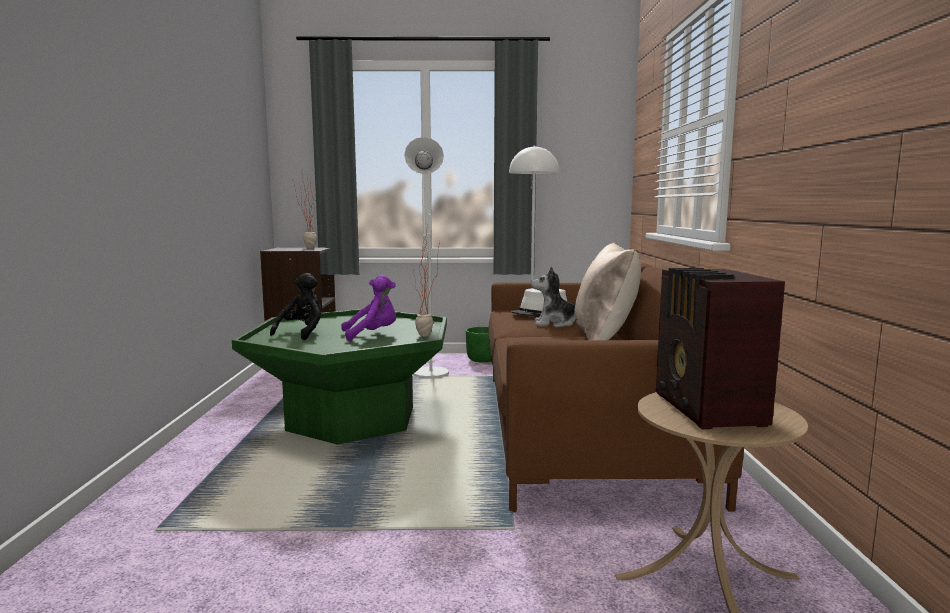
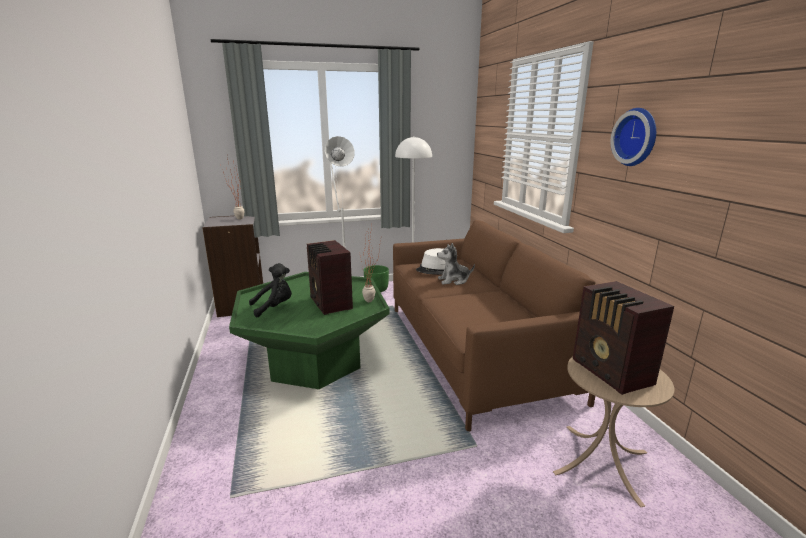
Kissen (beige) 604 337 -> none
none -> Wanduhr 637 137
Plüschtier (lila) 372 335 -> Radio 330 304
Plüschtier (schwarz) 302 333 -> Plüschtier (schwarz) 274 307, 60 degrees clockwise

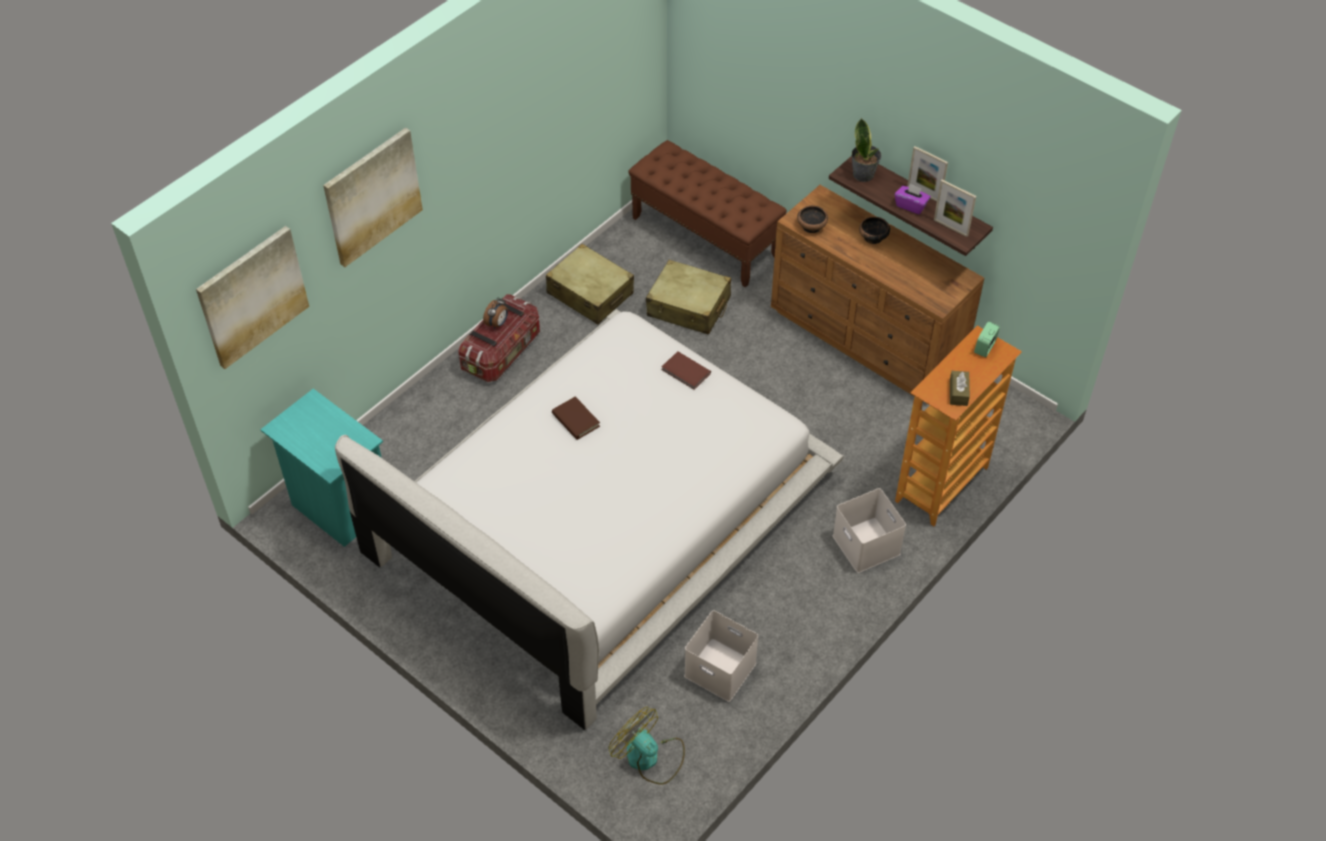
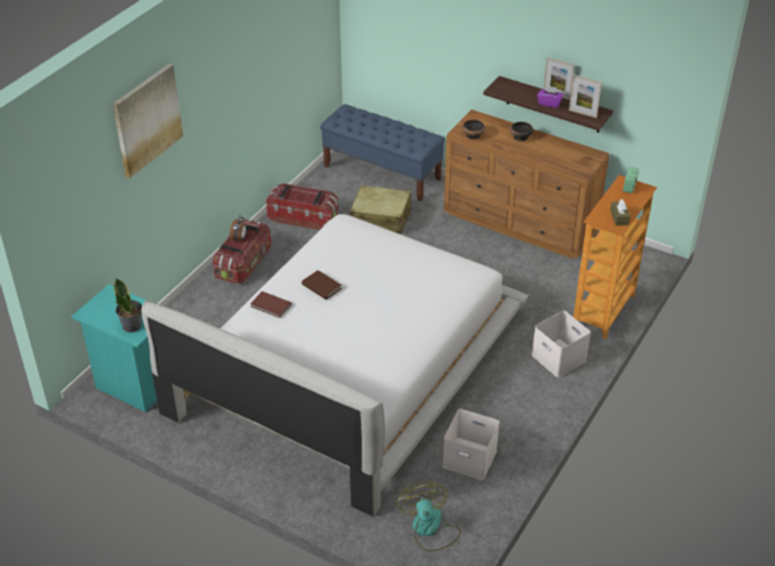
Bild 252 296 -> none
Buch (braun) 685 372 -> Buch (braun) 270 306, move
Topfpflanze 863 174 -> Topfpflanze 132 326, move
Koffer (beige) 590 293 -> Aufbewahrungsbox 303 218
Bank (braun) 705 237 -> Bank (blau) 382 173
Ventilator 649 757 -> Ventilator 429 529, 45 degrees clockwise

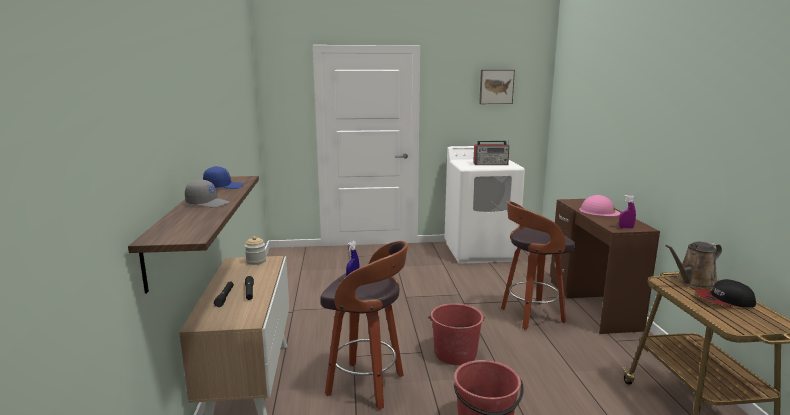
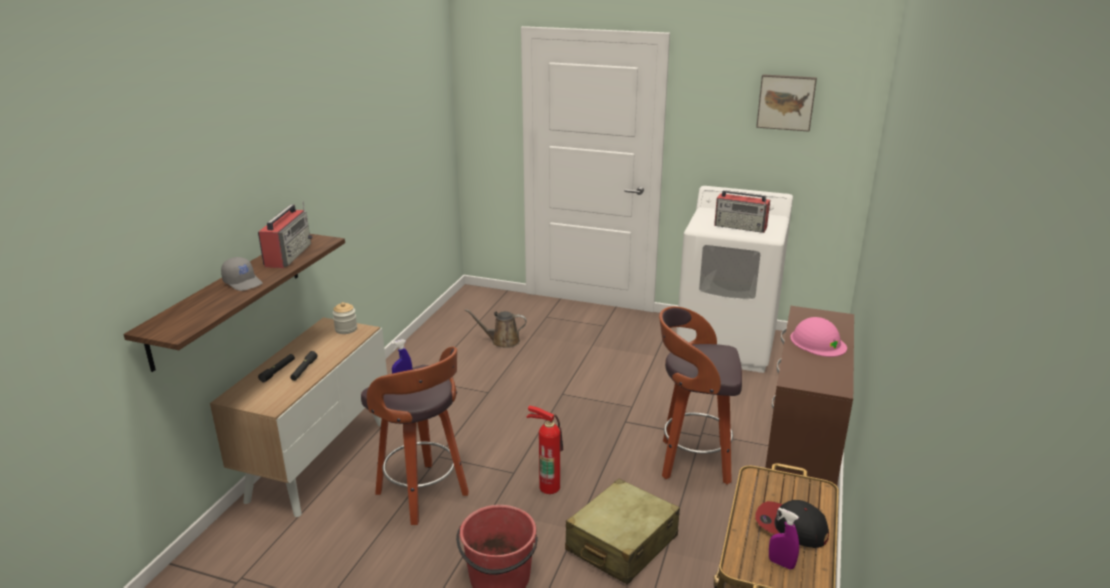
none -> Koffer (beige) 621 544
Sprühflasche (lila) 626 228 -> Sprühflasche (lila) 781 563, move
Gießkanne (braun) 693 282 -> Gießkanne (braun) 502 341, move
Kappe (blau) 224 187 -> Radio 288 255
Eimer (rot) 455 353 -> Feuerlöscher 549 485

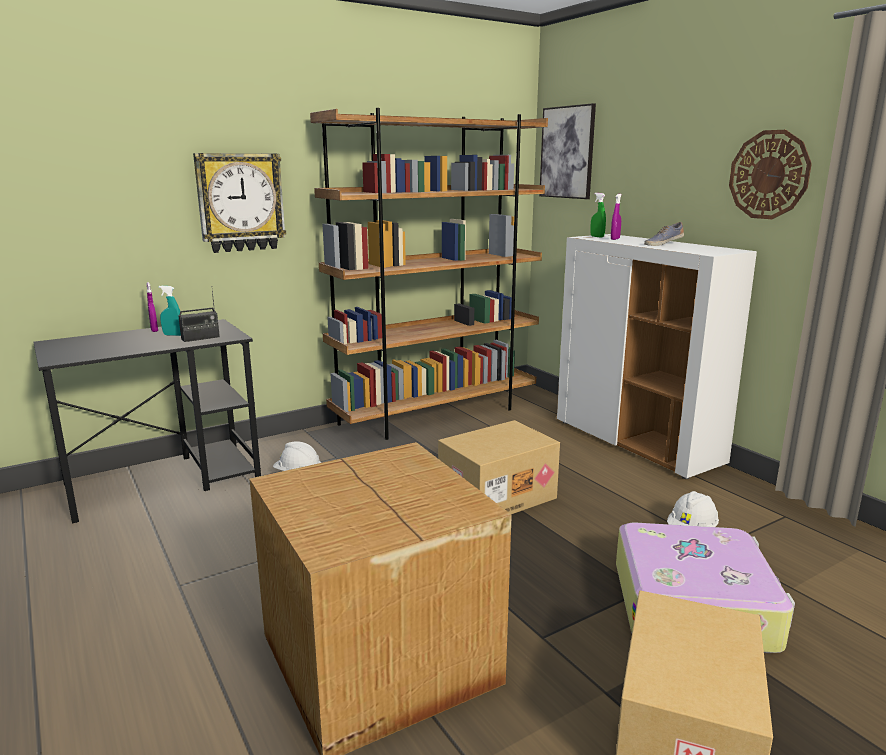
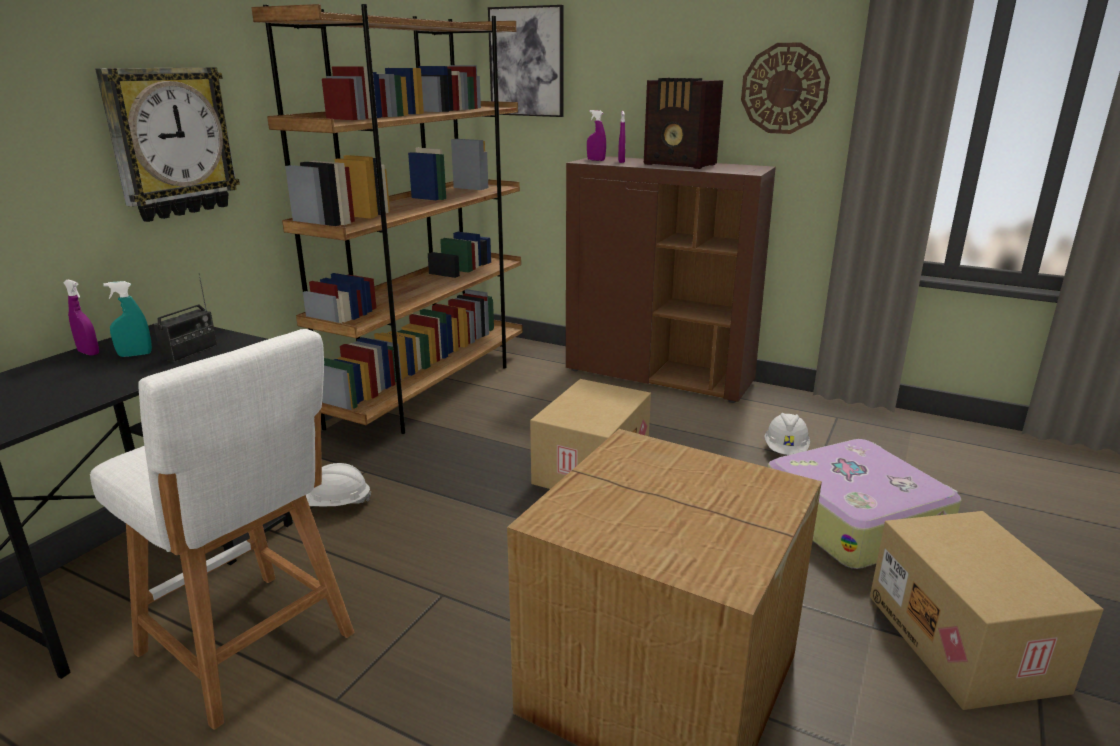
none -> Hocker (weiß) 252 648
Schuh 663 244 -> Radio 680 164
Schrank (weiß) 637 443 -> Schrank (braun) 659 376
Sprühflasche (grün) 597 236 -> Sprühflasche (lila) 596 160

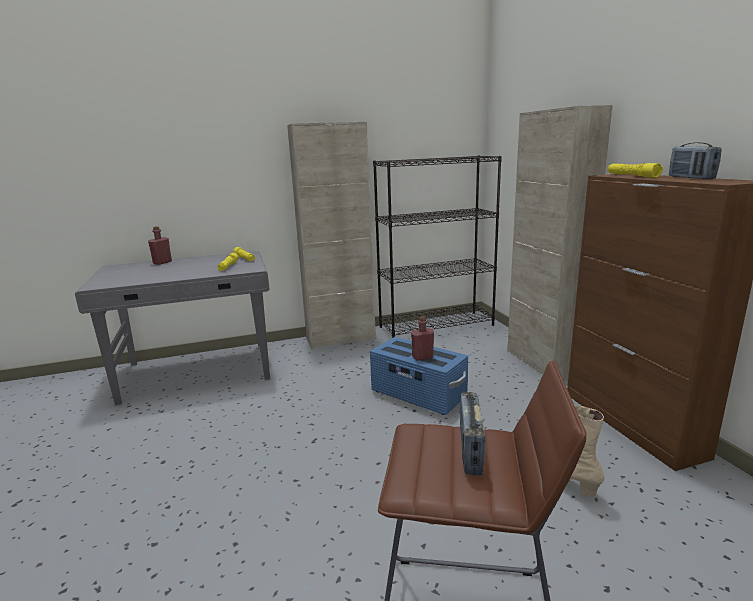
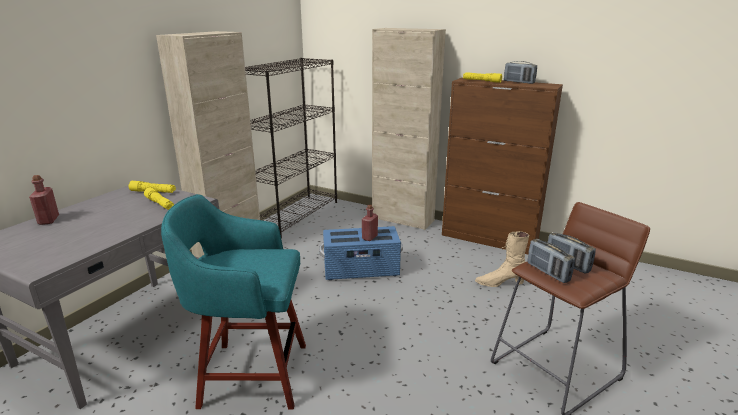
none -> Hocker (türkis) 251 374
none -> Radio 548 272

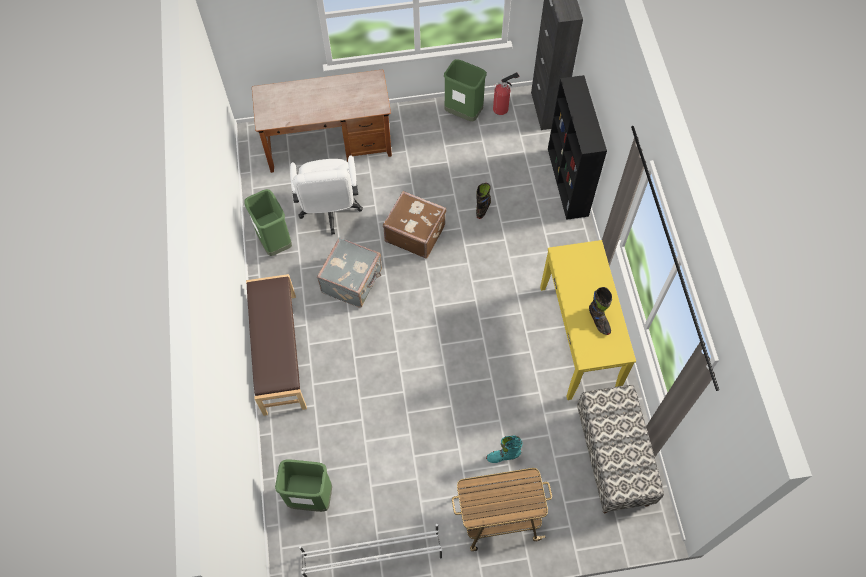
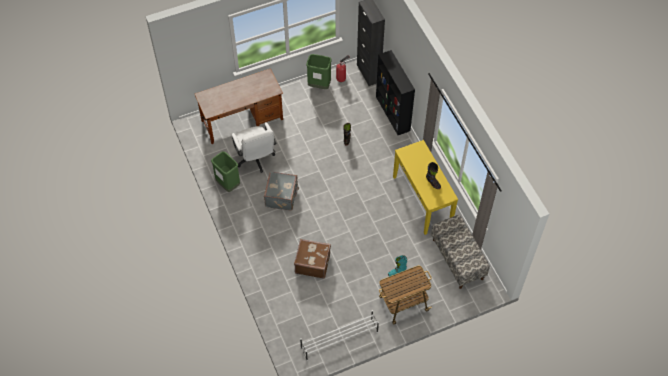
Bank (braun) 279 353 -> none
Mülleimer (grün) 310 497 -> none
Koffer (braun) 415 233 -> Koffer (braun) 312 263, move

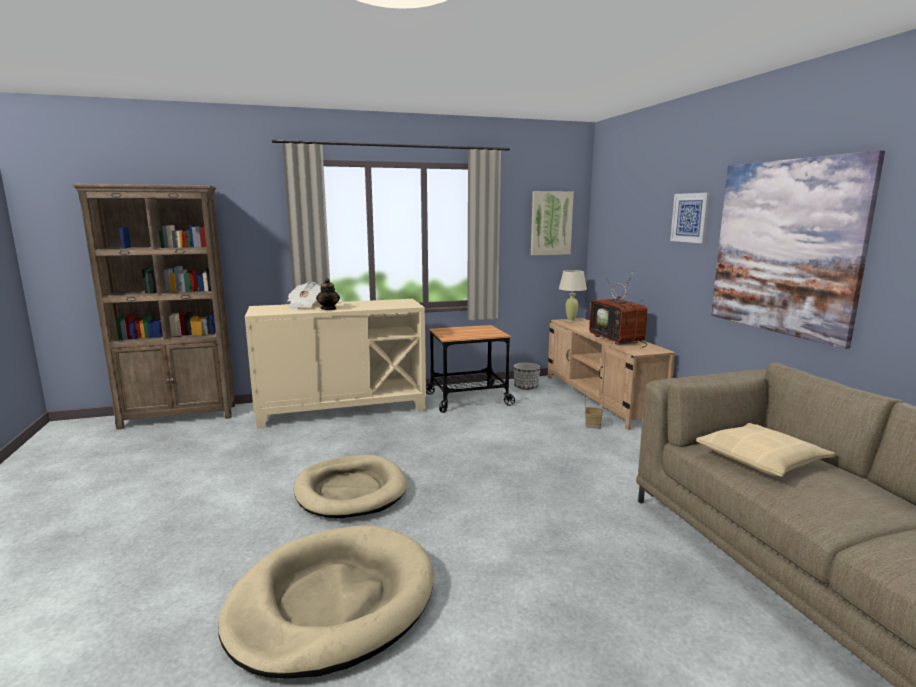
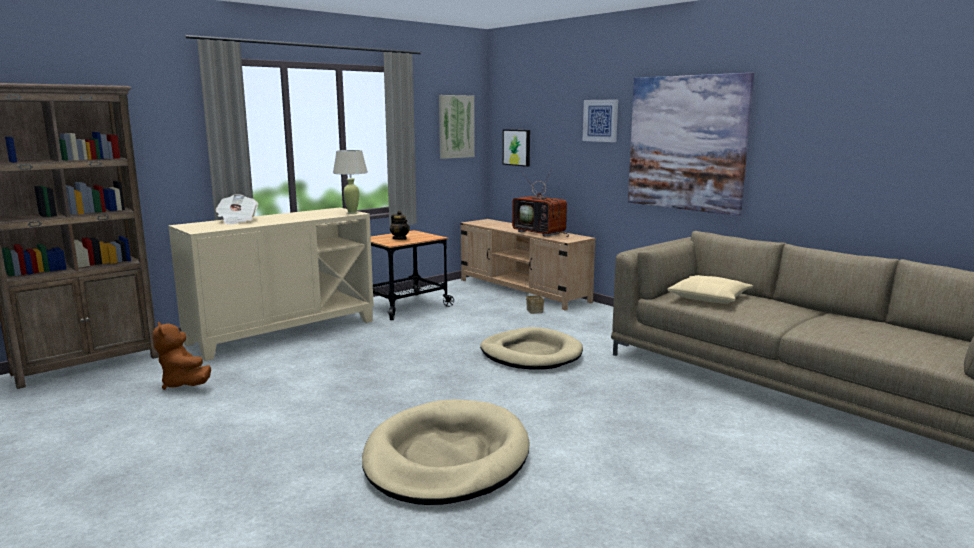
Pflanzkübel 526 387 -> none
none -> Plüschtier (braun) 184 384
none -> Bild 517 147
Hundebett (beige) 350 490 -> Hundebett (beige) 531 354, move
Teekanne 329 309 -> Teekanne 400 239, move
Tischlampe (beige) 571 321 -> Tischlampe (beige) 352 213, move

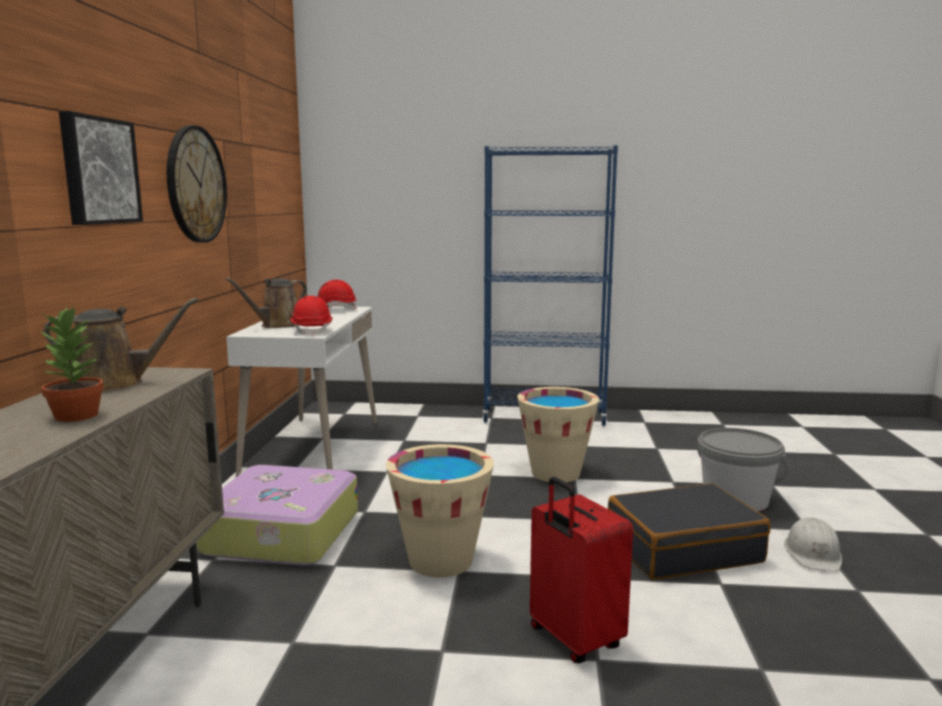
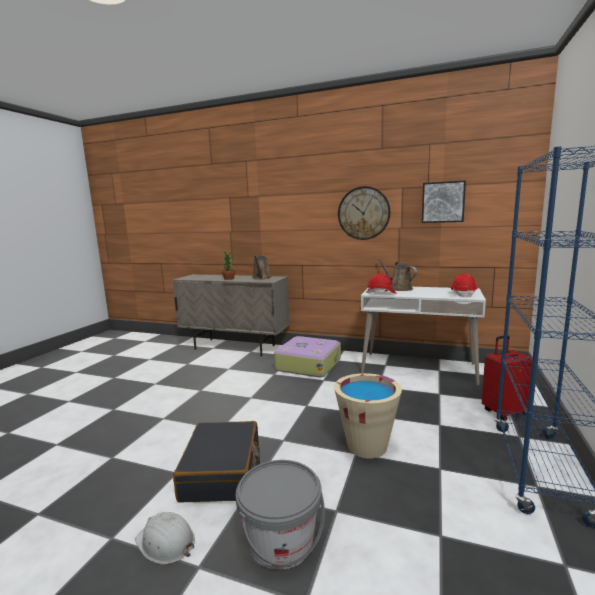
Eimer (beige) 440 561 -> none
Bild 98 171 -> Bild 443 202, move
Koffer (rot) 573 639 -> Koffer (rot) 504 412, move

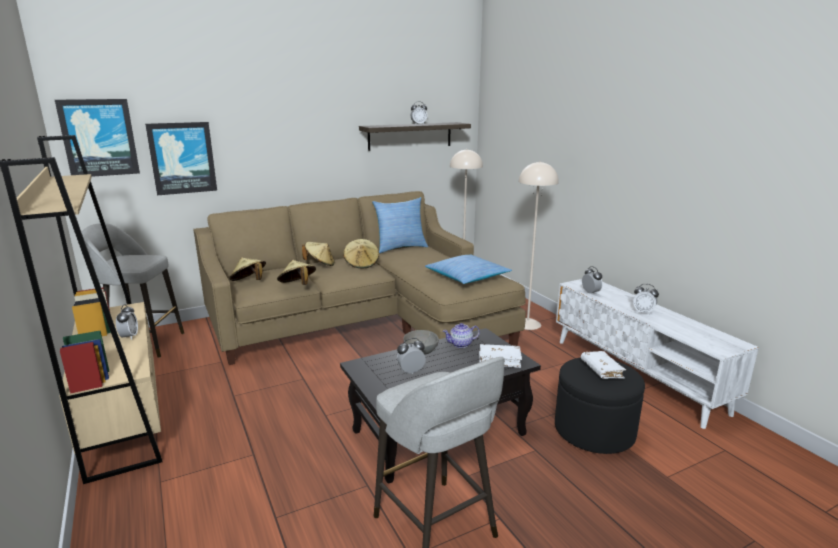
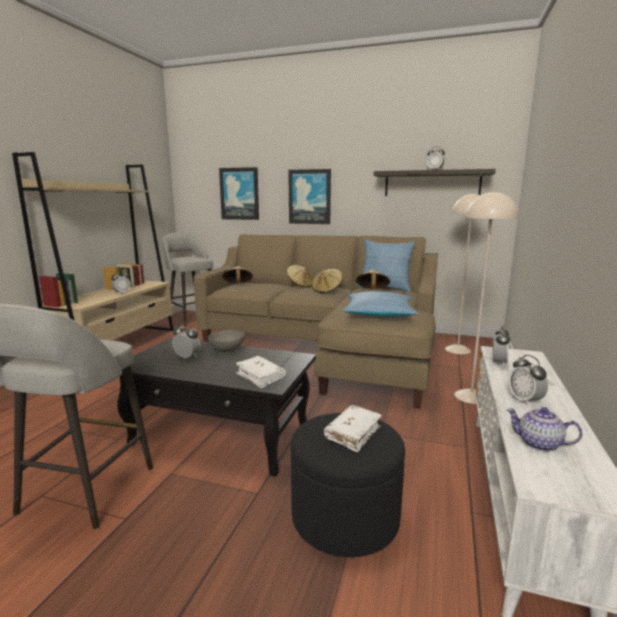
Bild 99 138 -> Bild 309 197, move
Hut (beige) 297 285 -> Hut (beige) 372 291, move
Teekanne 461 344 -> Teekanne 539 444, move

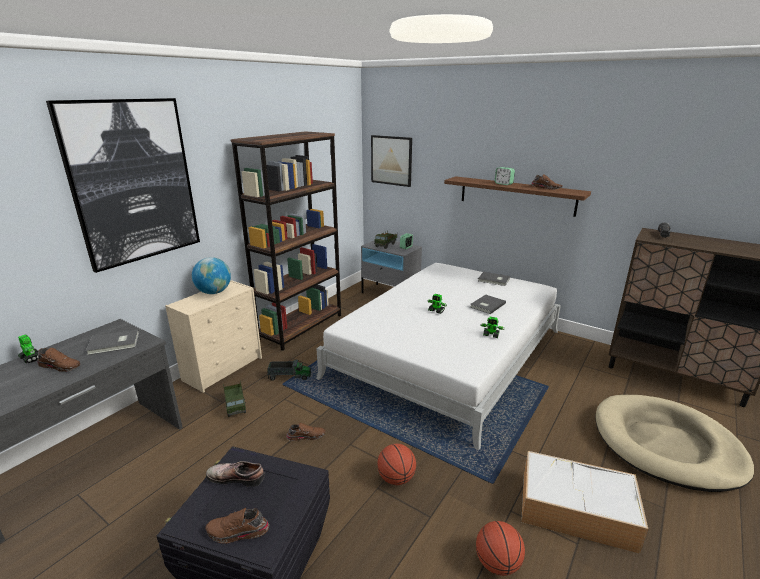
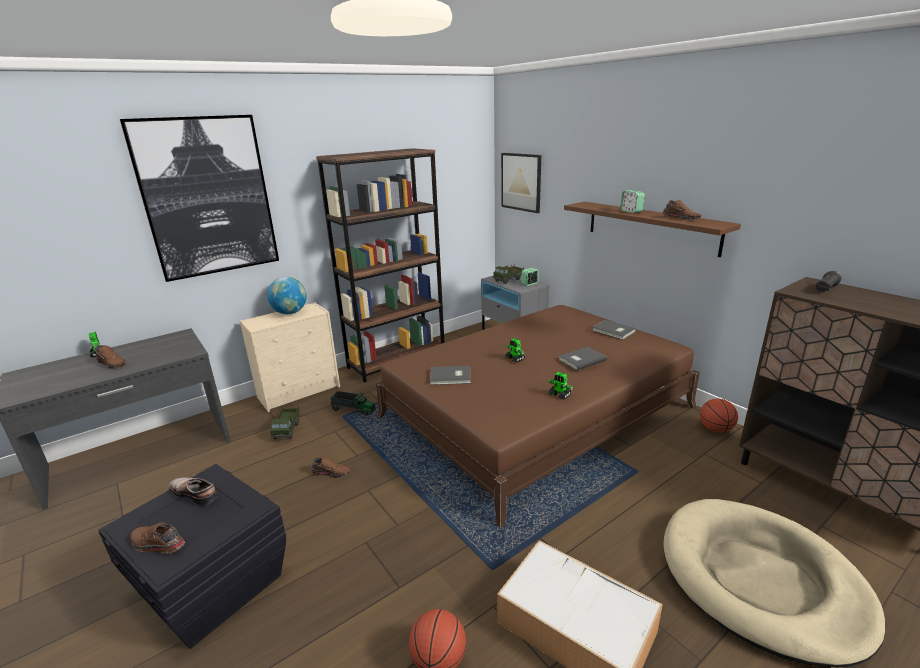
Buch (grau) 114 343 -> Buch (grau) 451 377, move
Basketball 396 478 -> Basketball 715 429, move
Bett (weiß) 447 353 -> Bett (braun) 536 412

